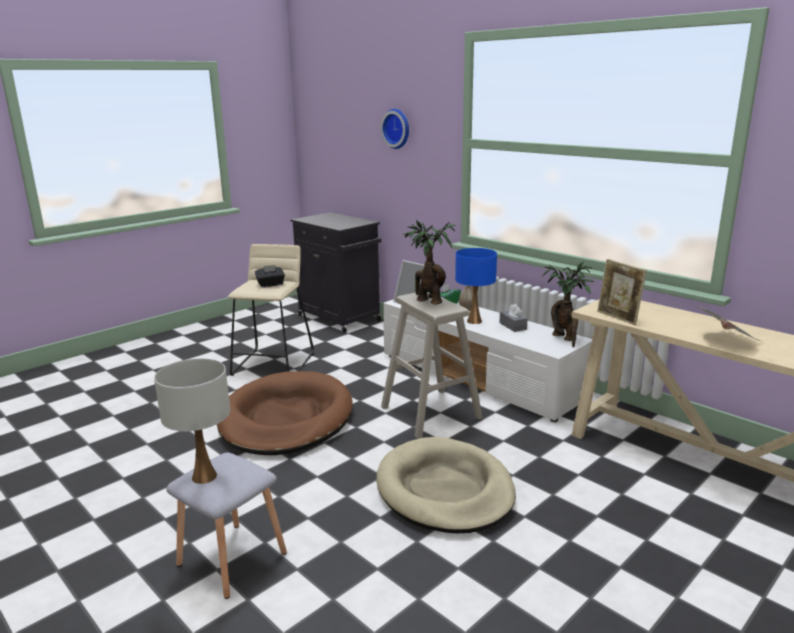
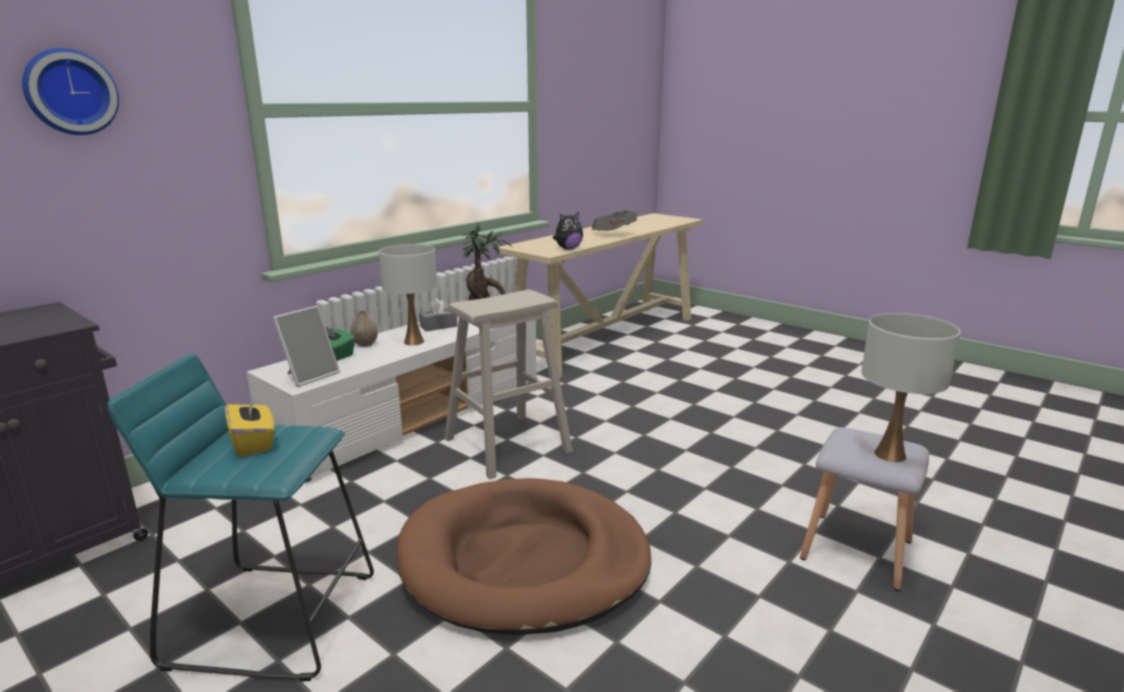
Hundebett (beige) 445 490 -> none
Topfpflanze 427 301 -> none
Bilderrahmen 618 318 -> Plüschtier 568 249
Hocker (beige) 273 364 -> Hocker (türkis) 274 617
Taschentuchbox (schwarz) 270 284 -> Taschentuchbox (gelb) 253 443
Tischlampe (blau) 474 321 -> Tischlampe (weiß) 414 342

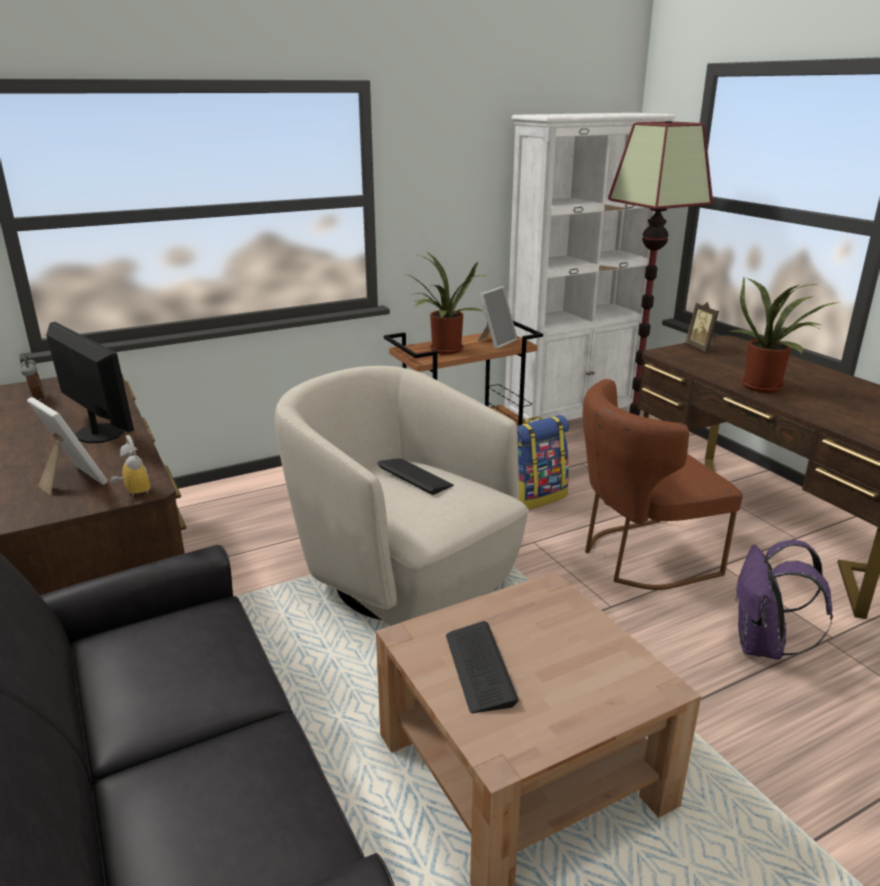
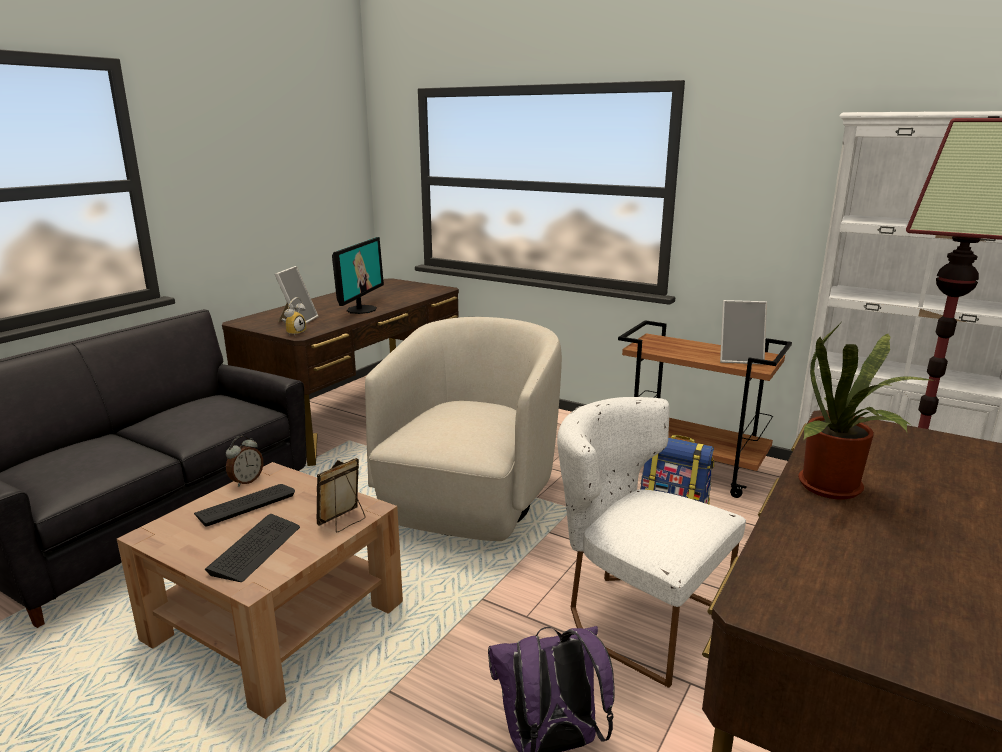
Topfpflanze 444 350 -> none
Wecker 36 399 -> Wecker 246 481, move
Tastatur 415 476 -> Tastatur 255 549, move
Bilderrahmen 701 348 -> Bilderrahmen 343 521, move
Stuhl (braun) 640 557 -> Stuhl (weiß) 635 616

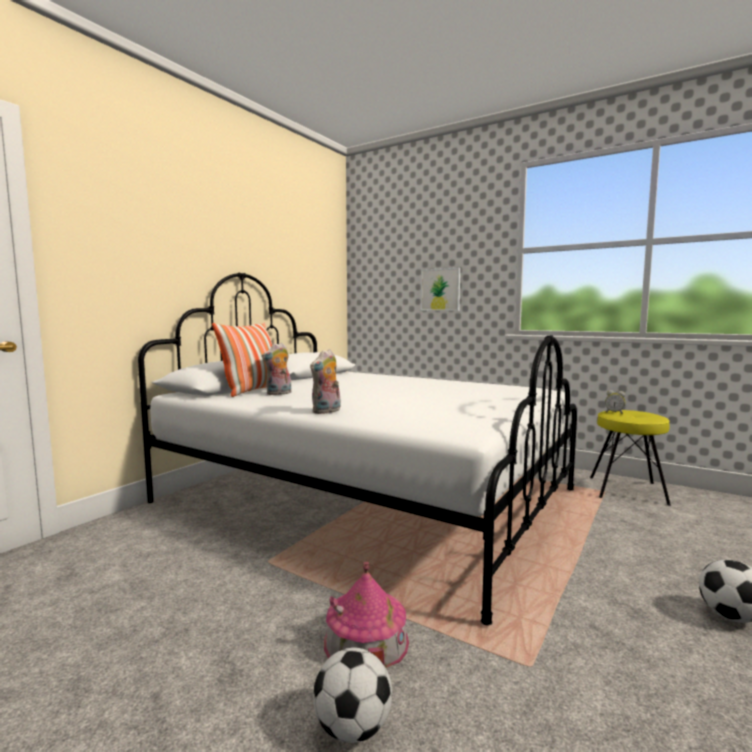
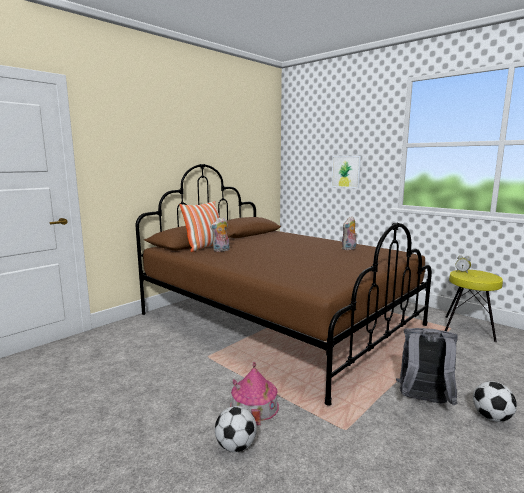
none -> Rucksack (grau) 423 402
Plüschtier 327 411 -> Plüschtier 349 249, move
Bett (weiß) 367 496 -> Bett (braun) 279 320

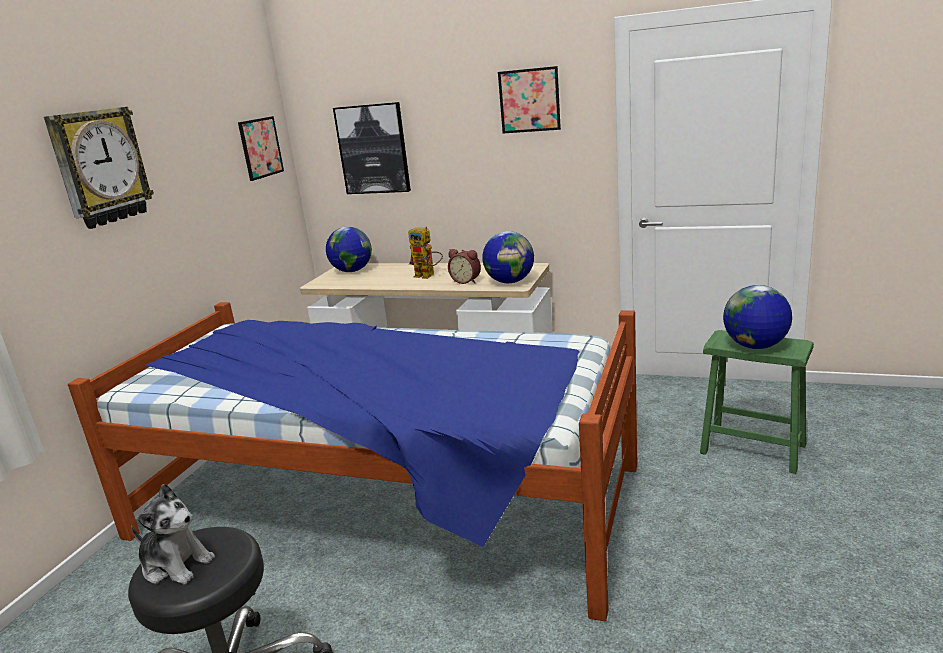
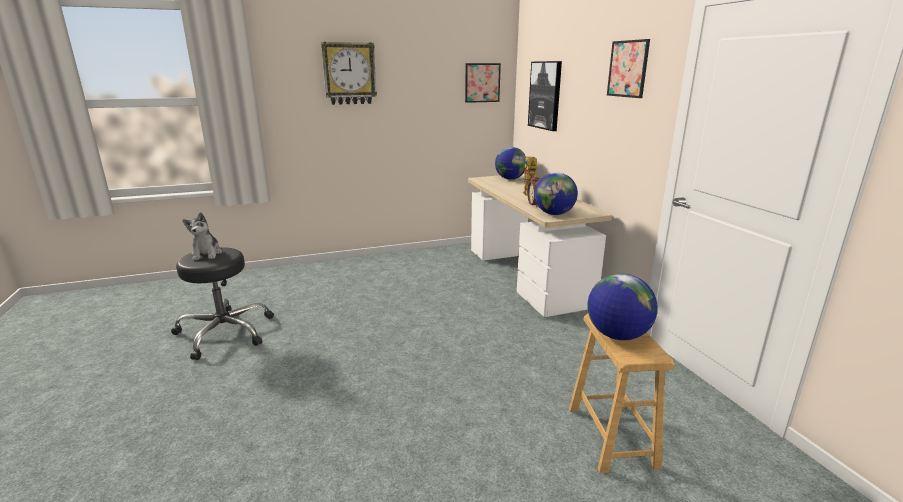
Bett 383 503 -> none
Hocker (grün) 752 448 -> Hocker (braun) 611 436

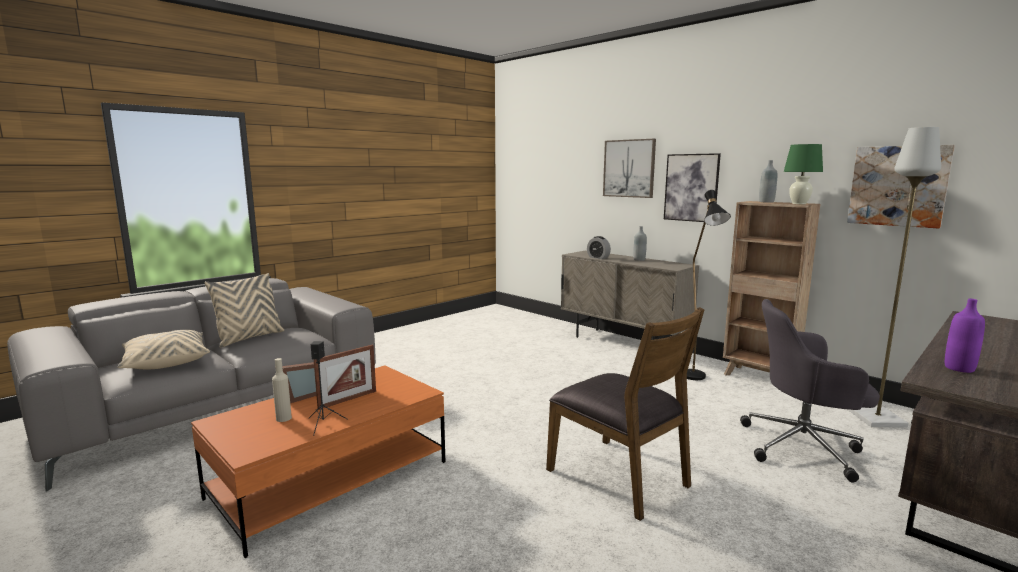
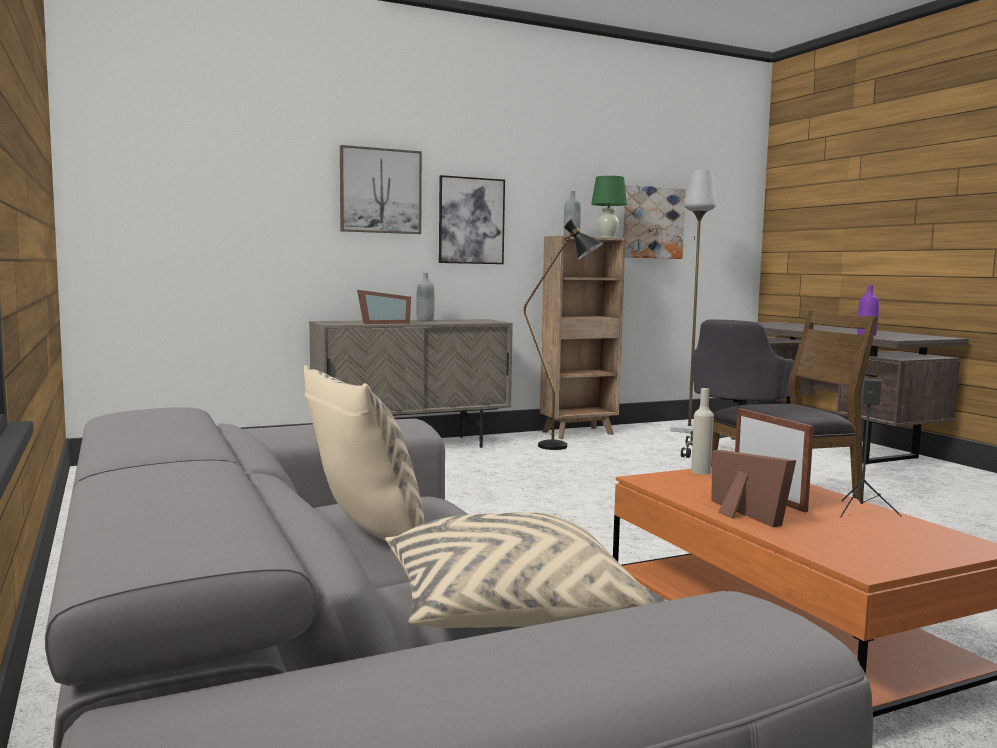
Flasche (beige) 283 418 -> Flasche (beige) 700 472, move
Wecker 598 257 -> Bilderrahmen 382 323

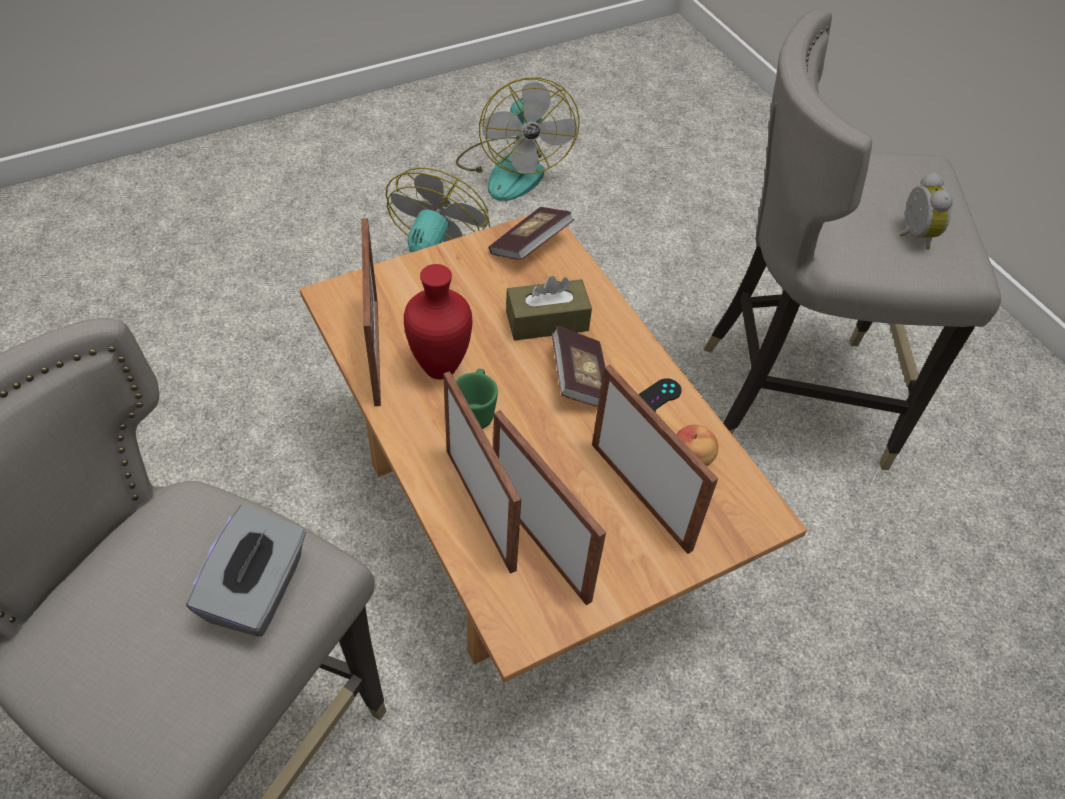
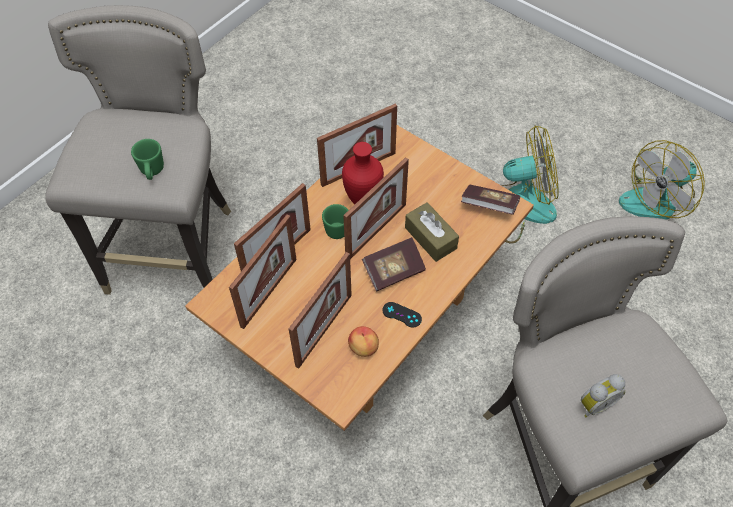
none -> Bilderrahmen 376 231
Taschentuchbox (grau) 258 591 -> Henkelbecher (grün) 152 172

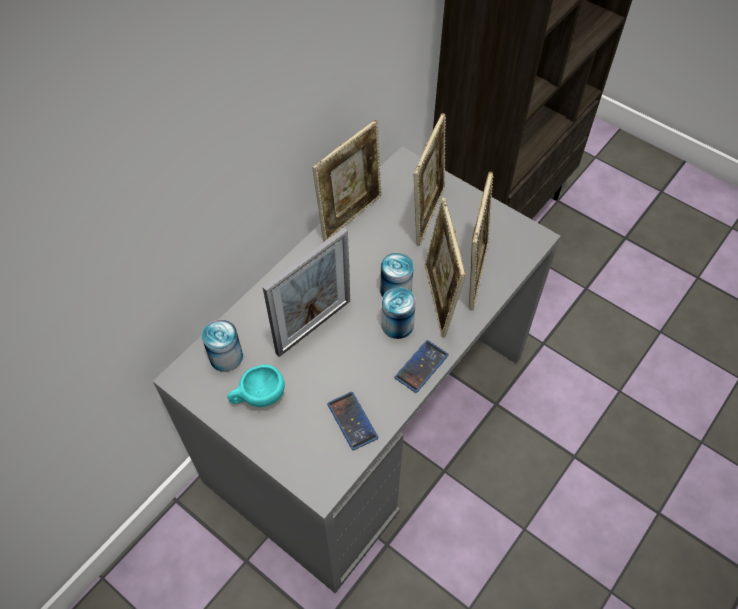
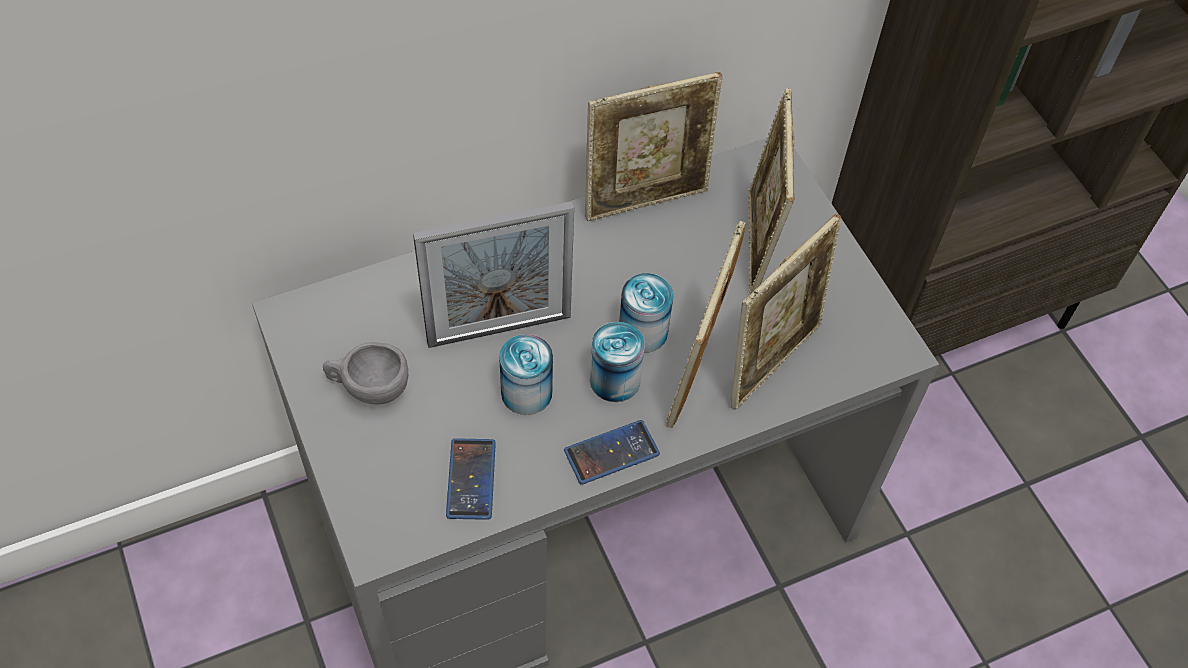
Dose 226 357 -> Dose 526 392, move
Tasse (türkis) 258 397 -> Tasse (grau) 368 388
Bilderrahmen 427 213 -> Bilderrahmen 758 244, 135 degrees clockwise

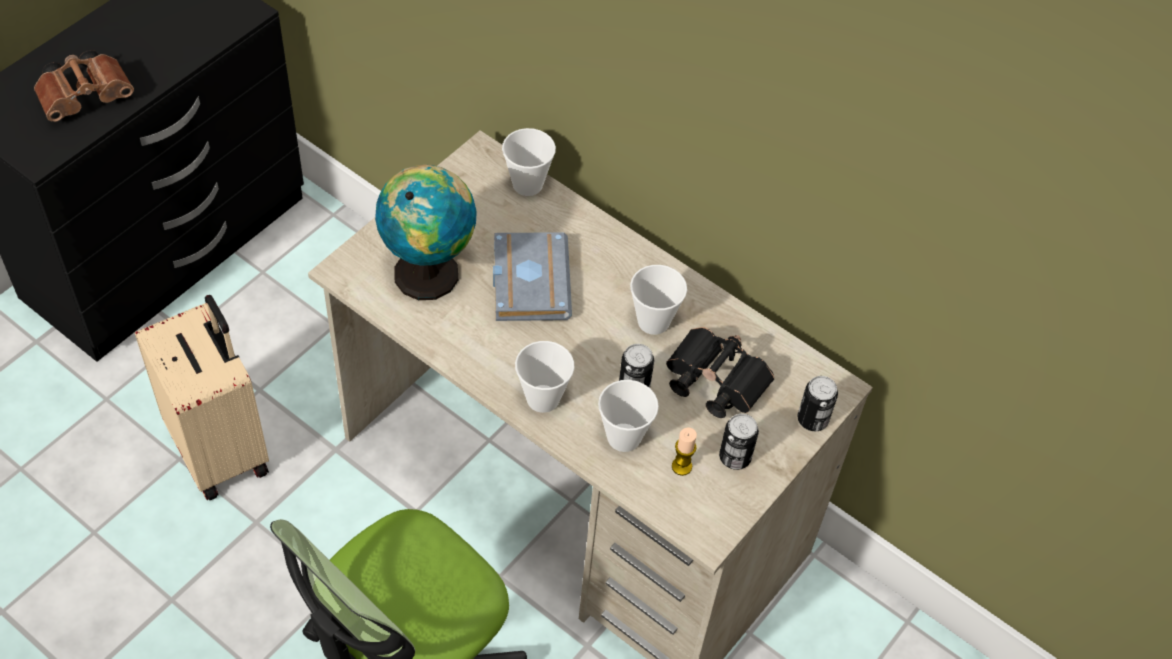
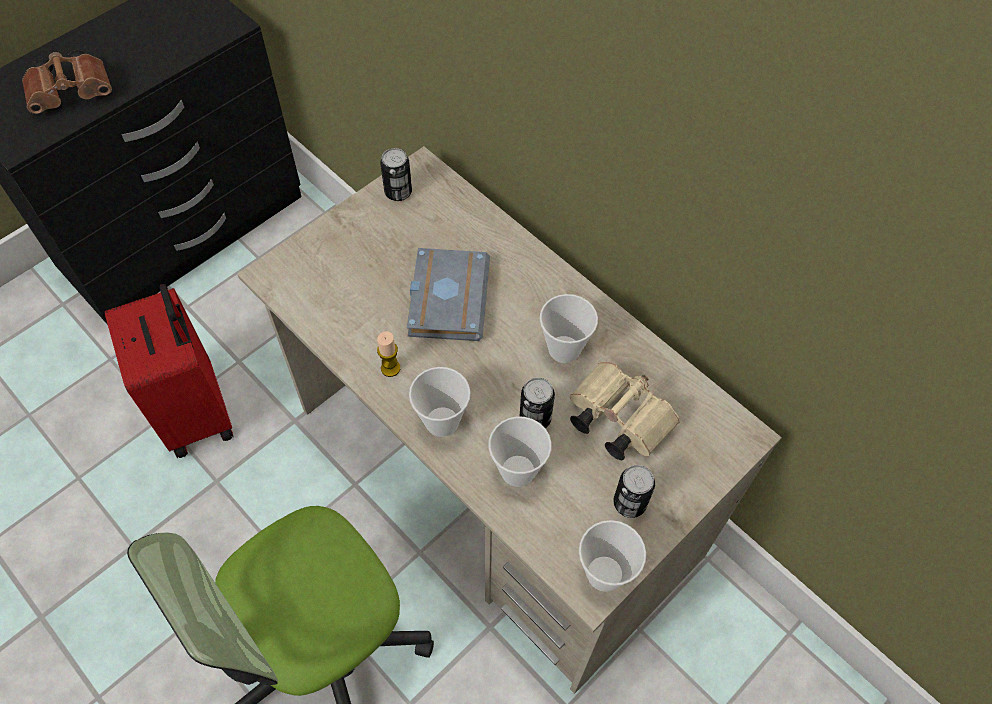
Globus 429 271 -> none
Tasse 527 184 -> Tasse 604 573, move
Kerze 681 466 -> Kerze 390 368, move
Dose 812 419 -> Dose 398 192, move
Koffer (beige) 221 449 -> Koffer (rot) 198 412
Fernglas (schwarz) 712 382 -> Fernglas (beige) 615 418

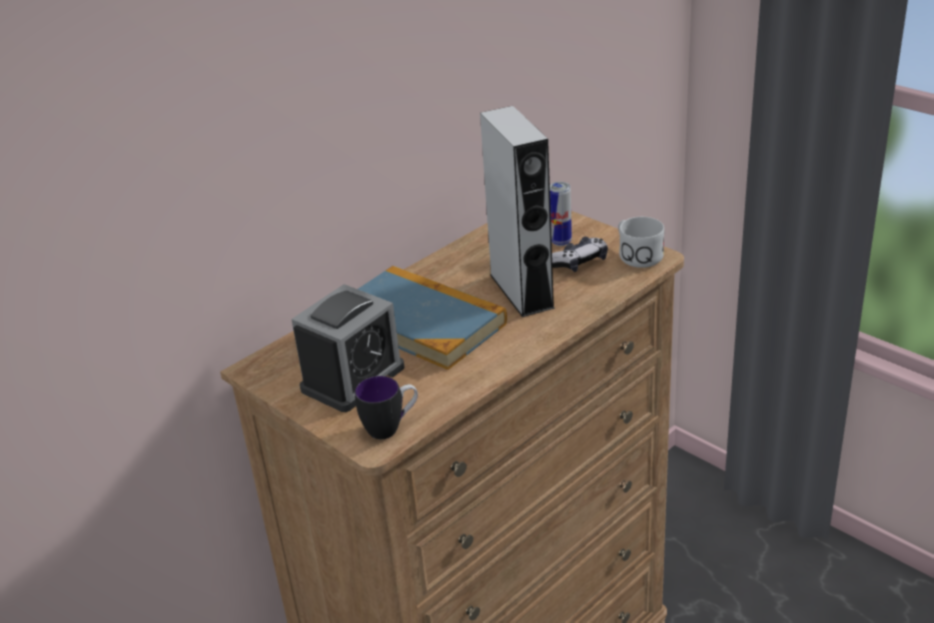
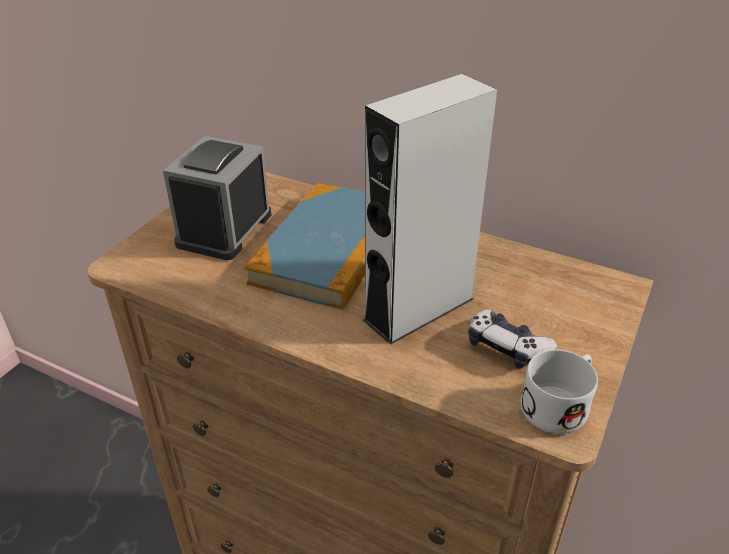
Henkelbecher 391 428 -> none
Dose 561 242 -> none
Wecker 353 378 -> Wecker 224 229, 90 degrees clockwise

